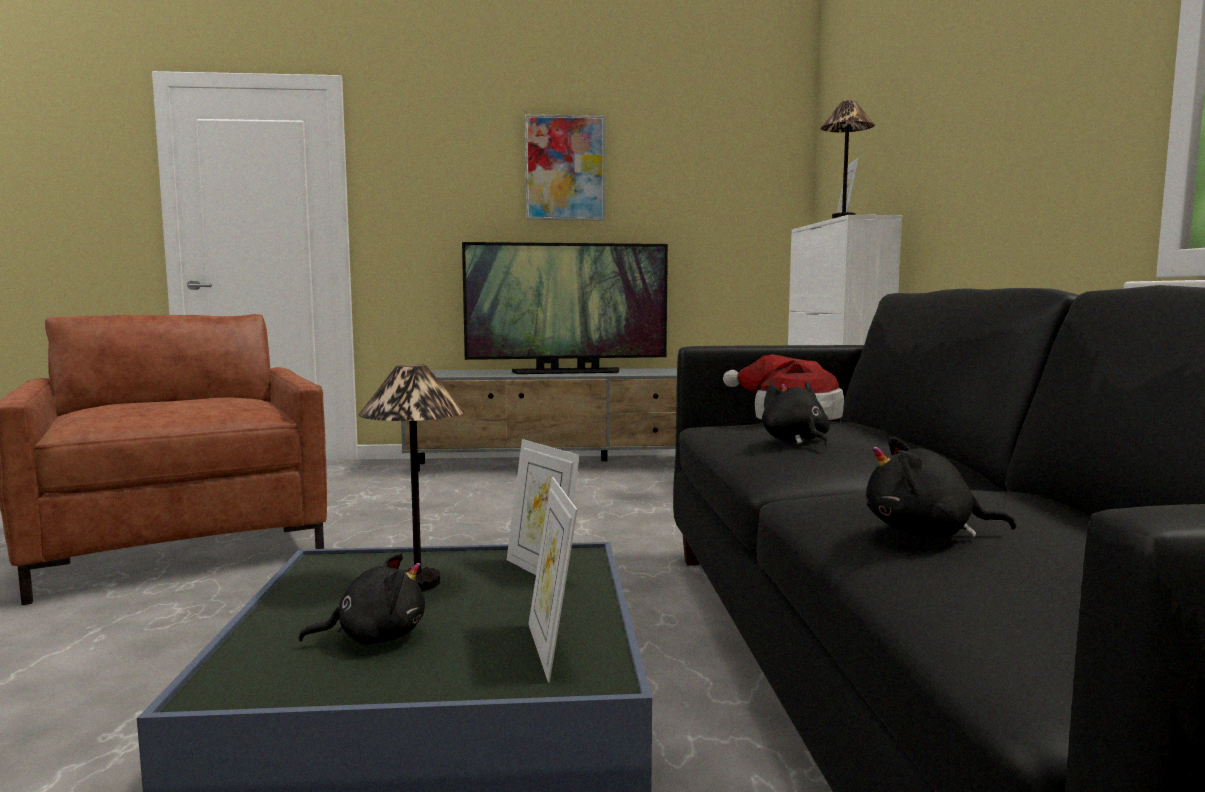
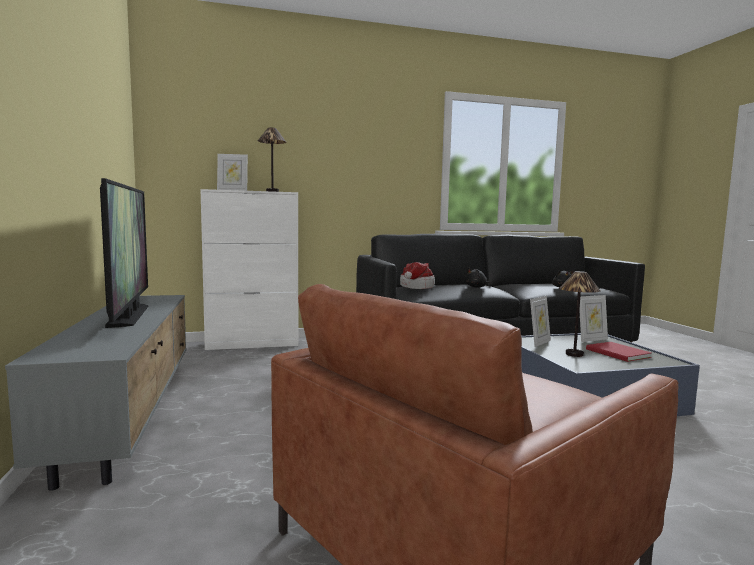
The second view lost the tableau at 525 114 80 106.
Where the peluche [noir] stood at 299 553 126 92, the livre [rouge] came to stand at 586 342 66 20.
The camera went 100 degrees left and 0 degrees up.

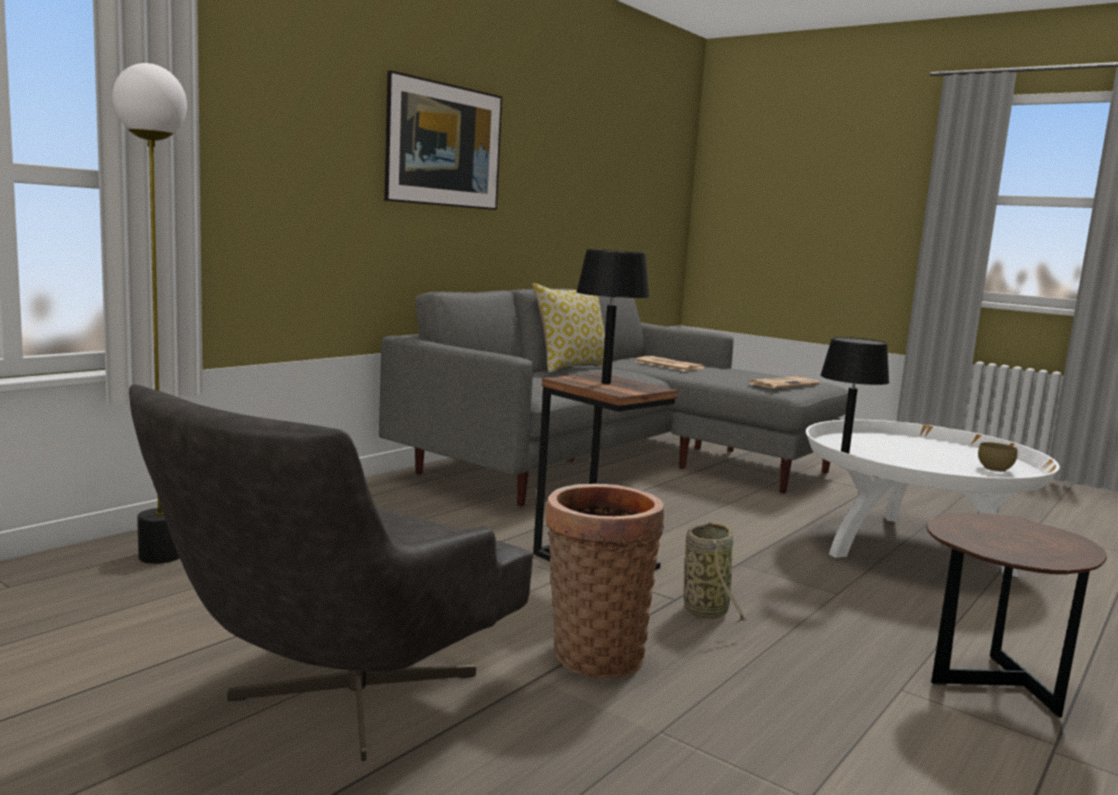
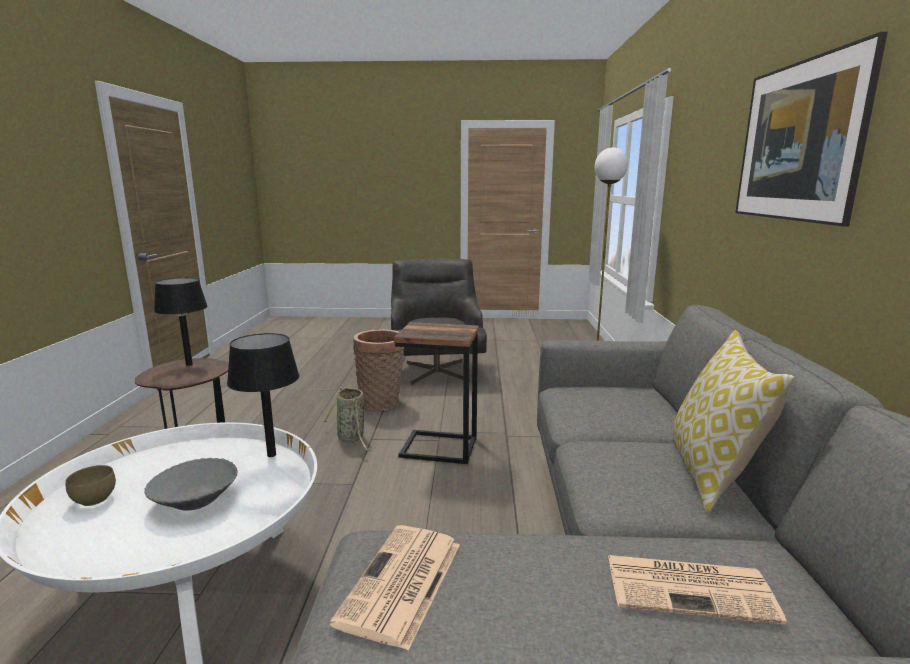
The lampe de table [noir] ended up elsewhere, having gone from 576 249 73 135 to 154 277 54 89.
The second view gained the bol [gris] at 144 458 94 53.
The camera went 145 degrees right and 5 degrees up.

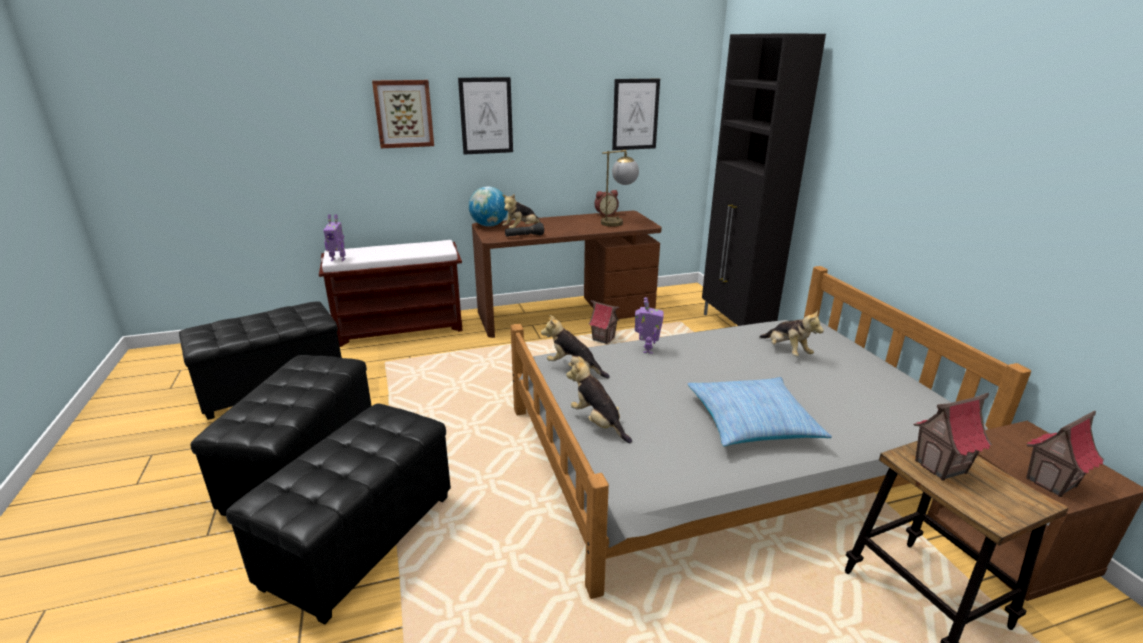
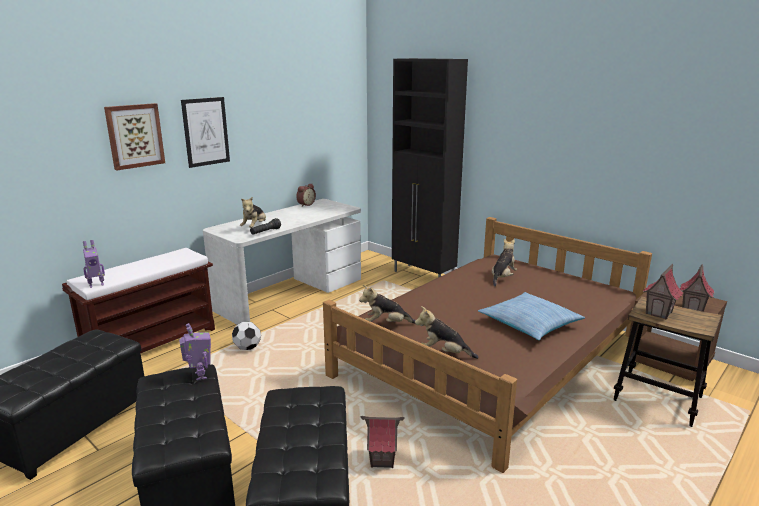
The second view lost the tableau at 612 79 48 71.
The second view lost the lampe de table at 601 150 38 77.
The second view lost the globe at 469 187 39 40.
What was the bureau [marron] at 472 211 190 127 turned into the bureau [blanc] at 203 199 158 126.
What was the lit [gris] at 511 266 520 333 turned into the lit [marron] at 323 217 329 256.
The robot jouet ended up elsewhere, having gone from 635 297 29 57 to 179 323 32 58.
The maison miniature ended up elsewhere, having gone from 589 300 30 44 to 361 416 44 52.
The peluche at 760 310 64 46 ended up facing another way, 90 degrees counterclockwise from before.
The second view gained the ballon de foot at 232 322 29 28.
The camera went 30 degrees left and 5 degrees down.

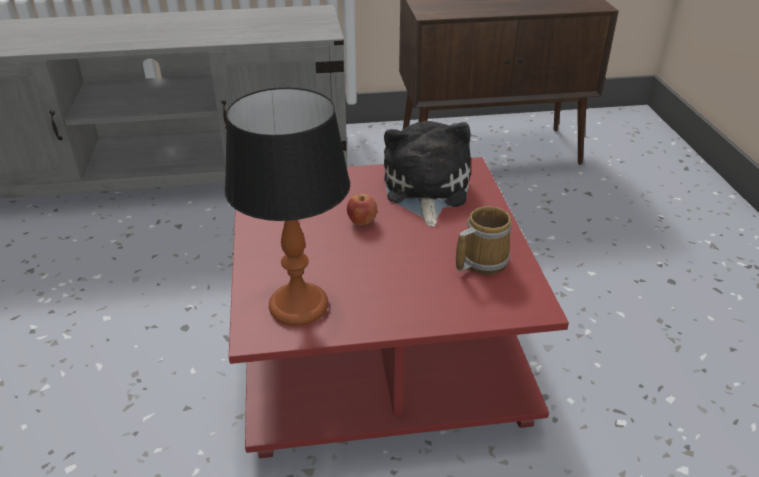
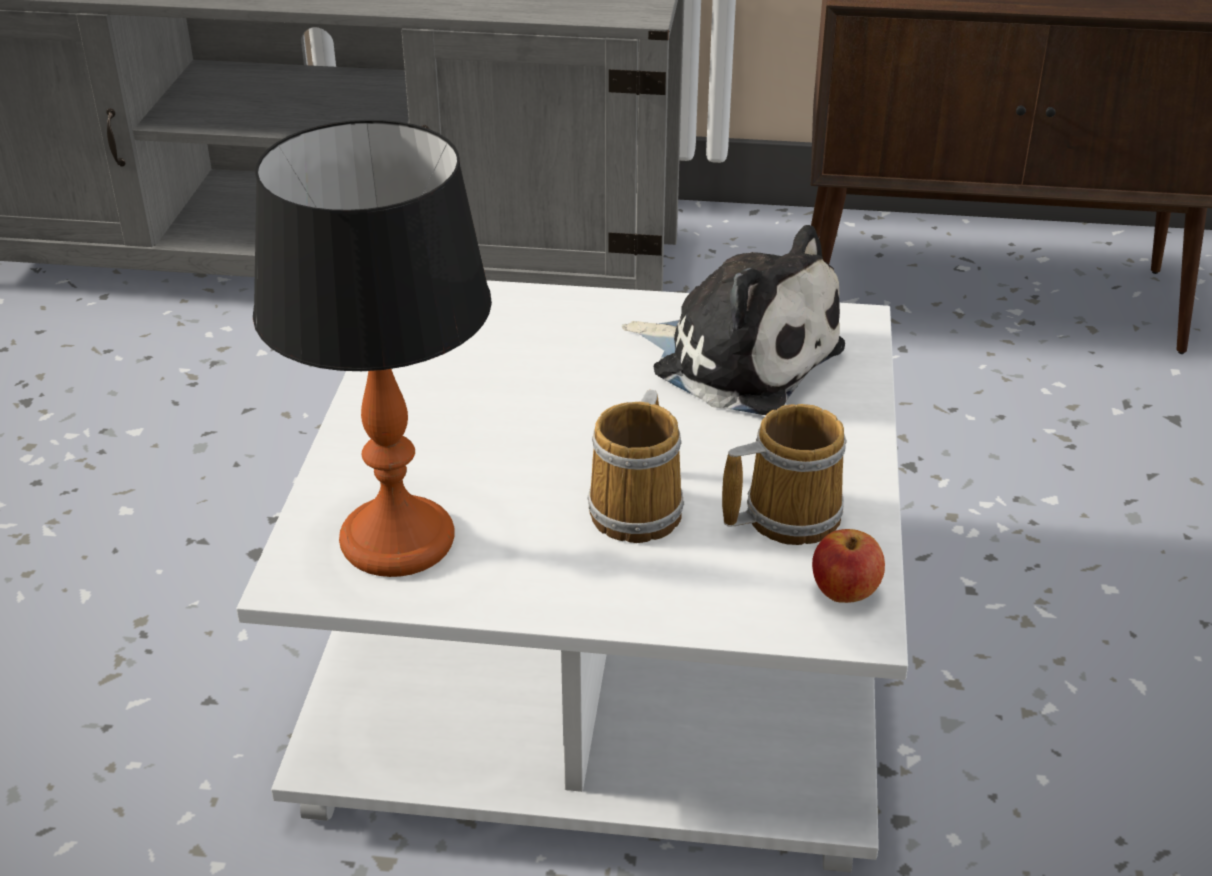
The peluche at 384 121 87 106 ended up facing another way, 105 degrees clockwise from before.
What was the table basse [rouge] at 229 157 340 301 turned into the table basse [blanc] at 236 280 672 592.
The pomme ended up elsewhere, having gone from 347 194 30 32 to 812 529 73 74.
The second view gained the mug at 587 390 97 153.
The camera went 15 degrees right and 0 degrees up.

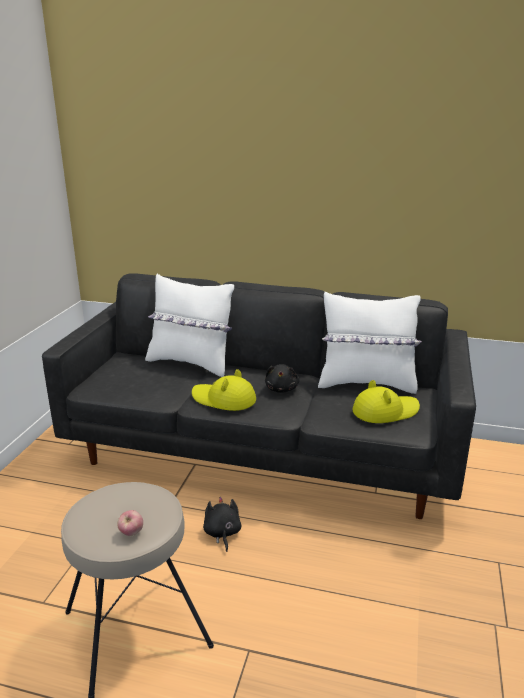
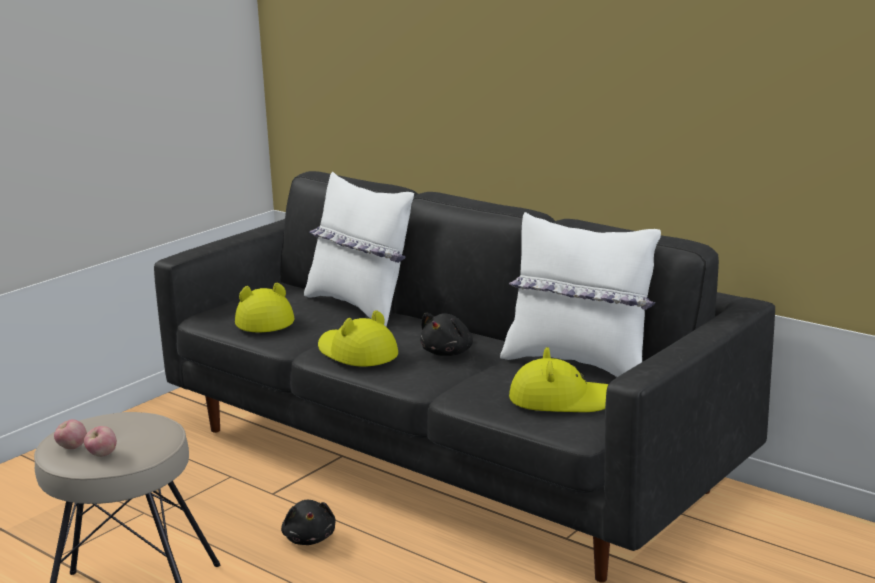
The peluche [noir] at 203 497 38 55 ended up facing another way, 150 degrees clockwise from before.
The second view gained the chapeau [jaune] at 235 283 59 49.
The second view gained the pomme at 54 419 33 30.
The camera went 25 degrees right and 5 degrees down.

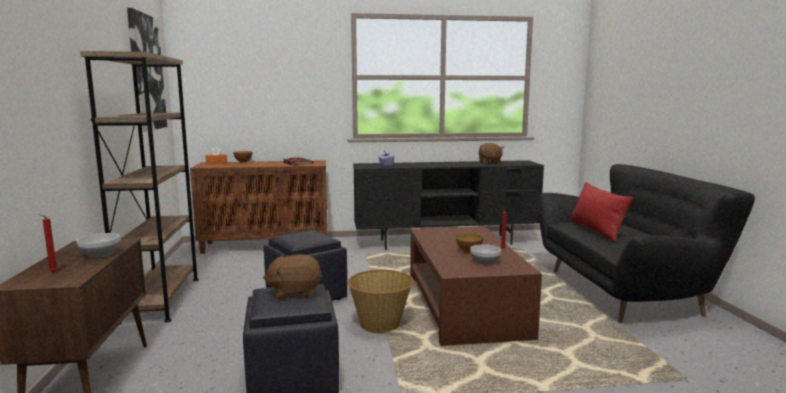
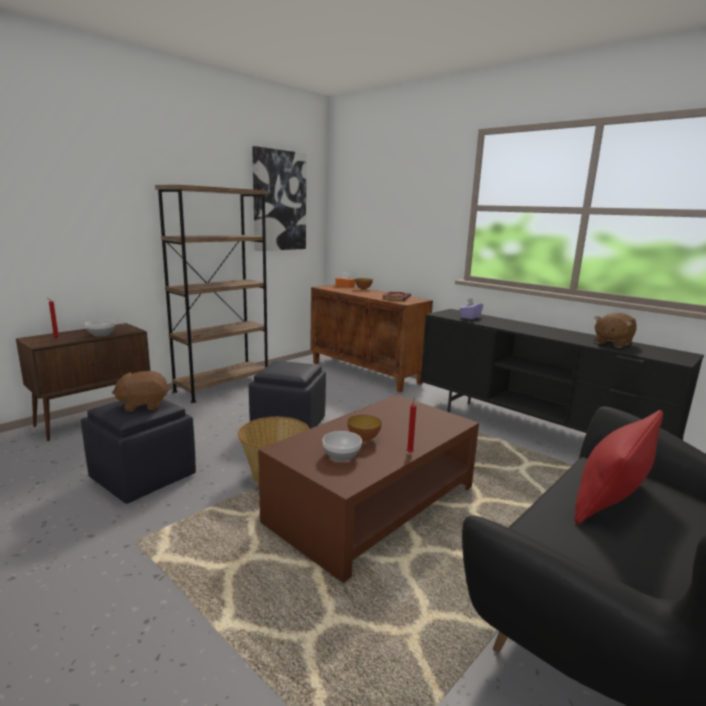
The peluche [marron] at 263 255 60 44 ended up facing another way, 60 degrees counterclockwise from before.
The camera went 50 degrees right and 5 degrees up.

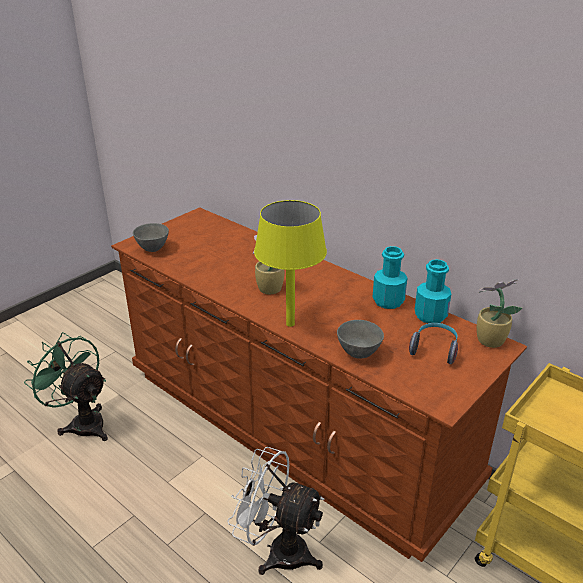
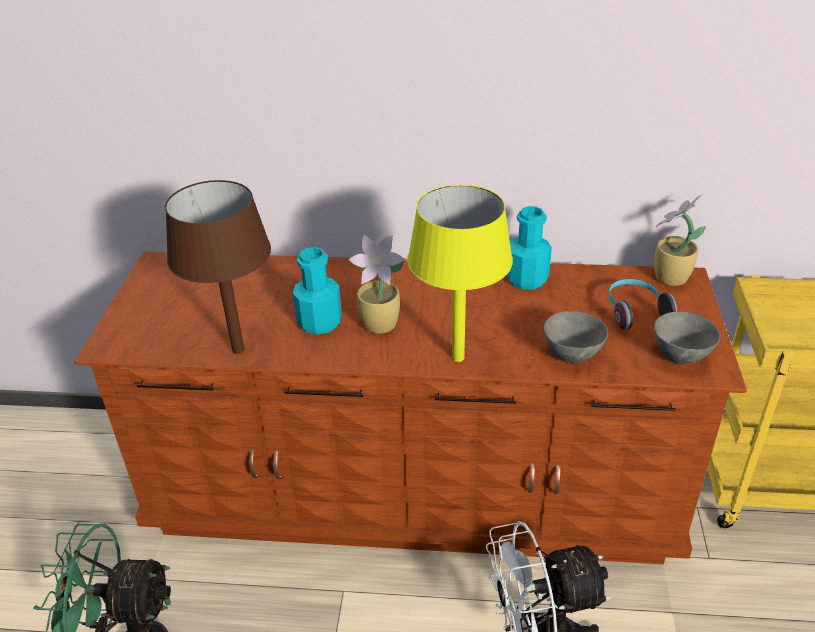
The bol [gris] ended up elsewhere, having gone from 133 223 36 29 to 654 311 66 53.
The bouteille [turquoise] ended up elsewhere, having gone from 415 259 36 64 to 293 247 49 88.
The second view gained the lampe de table [marron] at 165 180 106 174.
The camera went 35 degrees left and 5 degrees up.

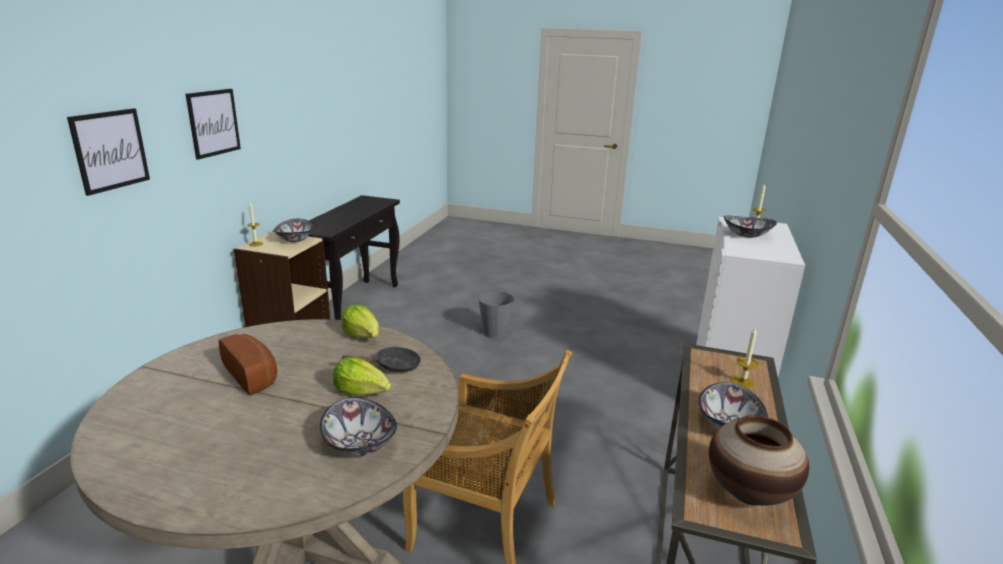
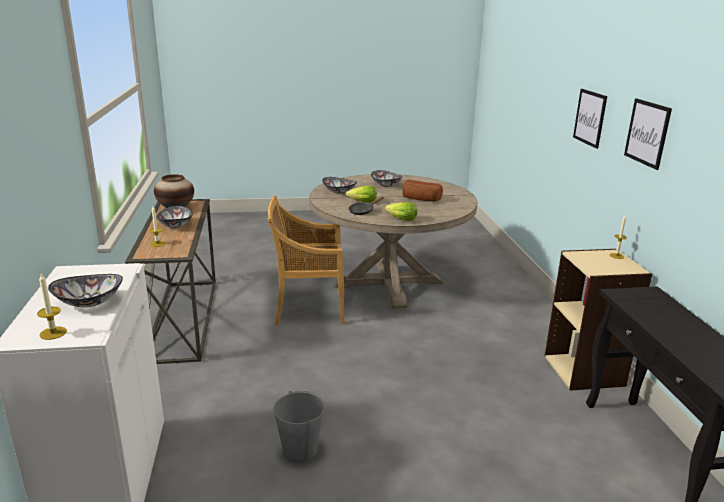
The bol ended up elsewhere, having gone from 274 219 40 23 to 371 170 31 17.
The seau [gris] ended up elsewhere, having gone from 478 289 36 49 to 273 391 52 71.
The camera went 155 degrees right and 0 degrees up.

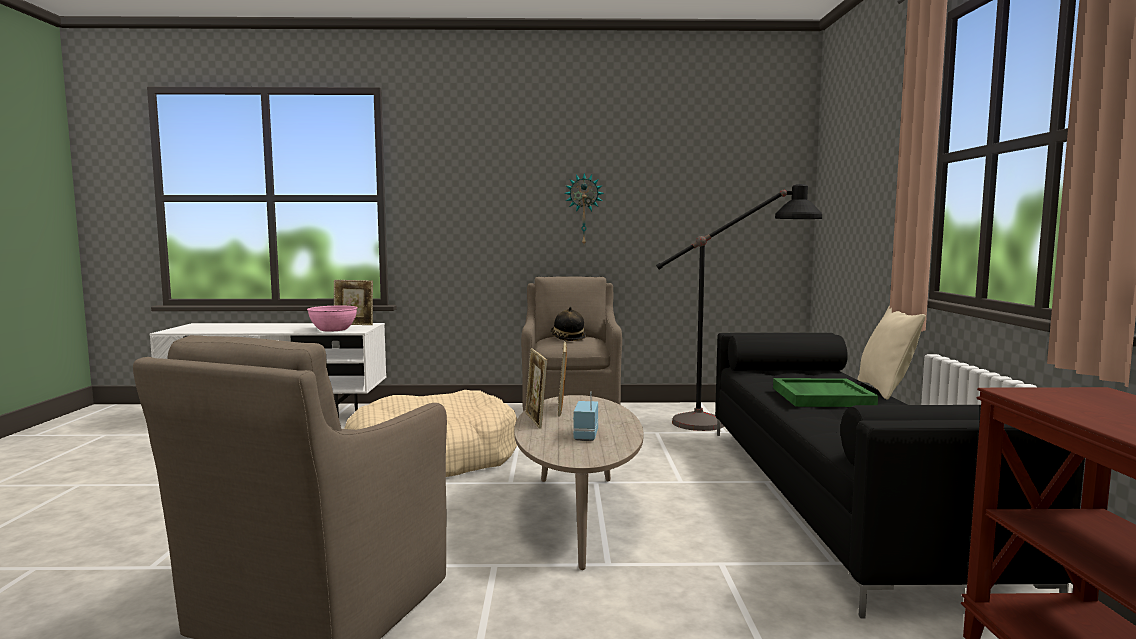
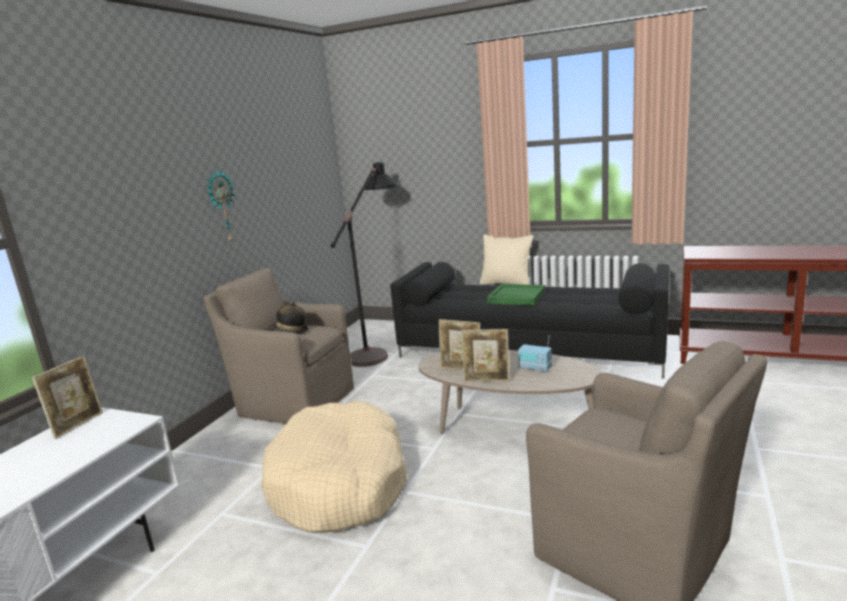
The second view lost the bol [rose] at 307 306 51 25.
The camera went 65 degrees left and 10 degrees up.

